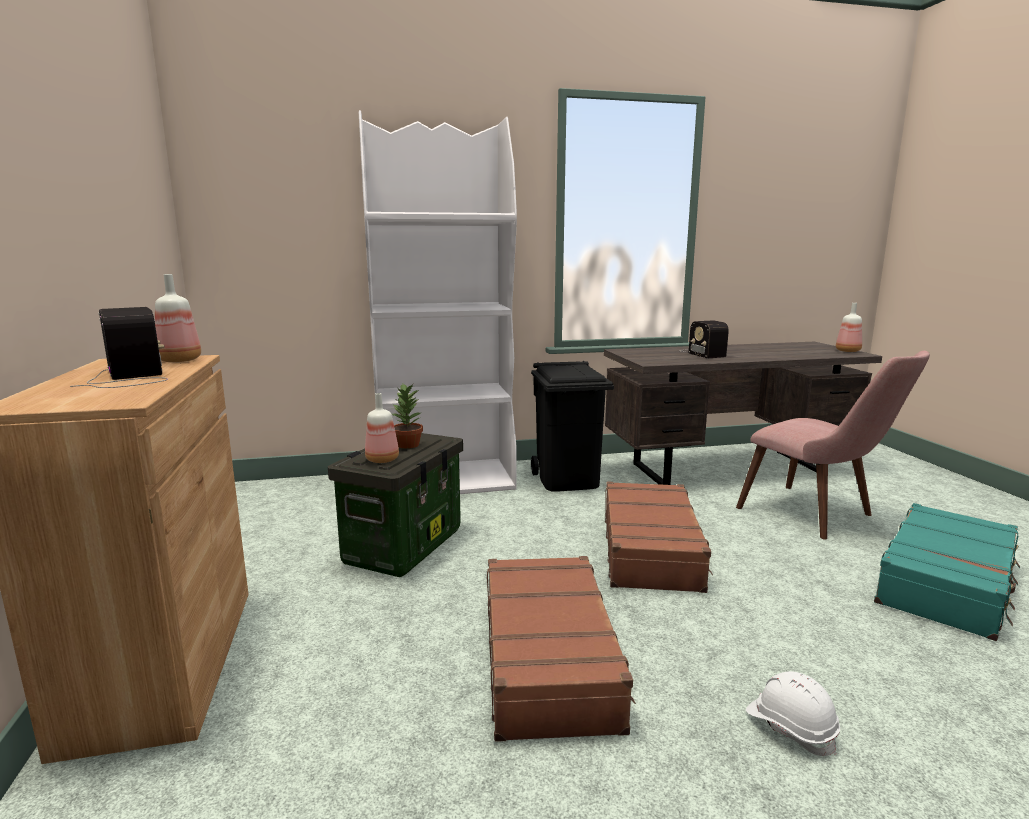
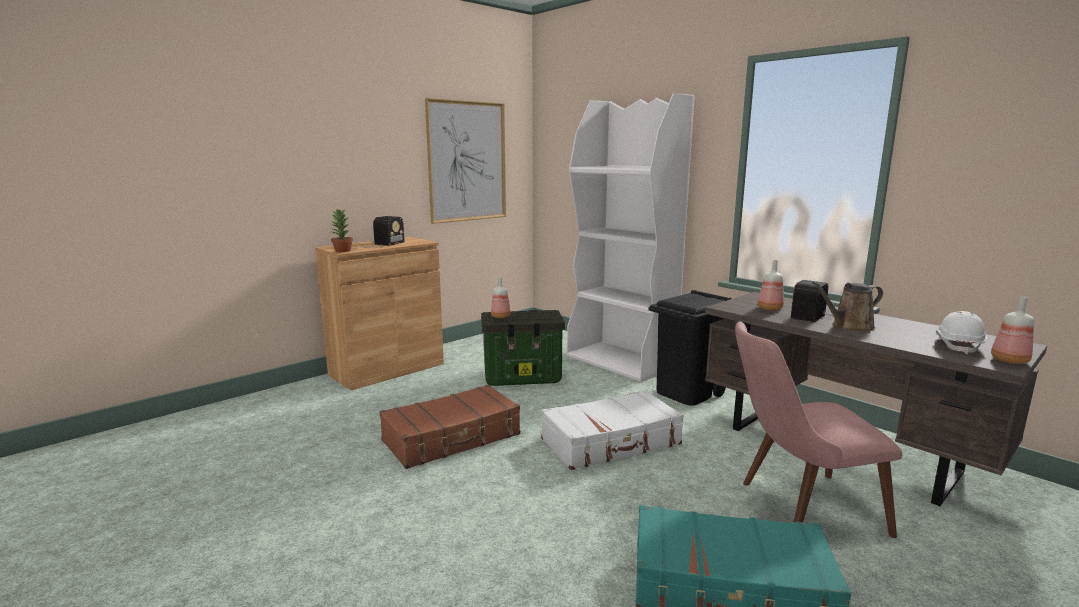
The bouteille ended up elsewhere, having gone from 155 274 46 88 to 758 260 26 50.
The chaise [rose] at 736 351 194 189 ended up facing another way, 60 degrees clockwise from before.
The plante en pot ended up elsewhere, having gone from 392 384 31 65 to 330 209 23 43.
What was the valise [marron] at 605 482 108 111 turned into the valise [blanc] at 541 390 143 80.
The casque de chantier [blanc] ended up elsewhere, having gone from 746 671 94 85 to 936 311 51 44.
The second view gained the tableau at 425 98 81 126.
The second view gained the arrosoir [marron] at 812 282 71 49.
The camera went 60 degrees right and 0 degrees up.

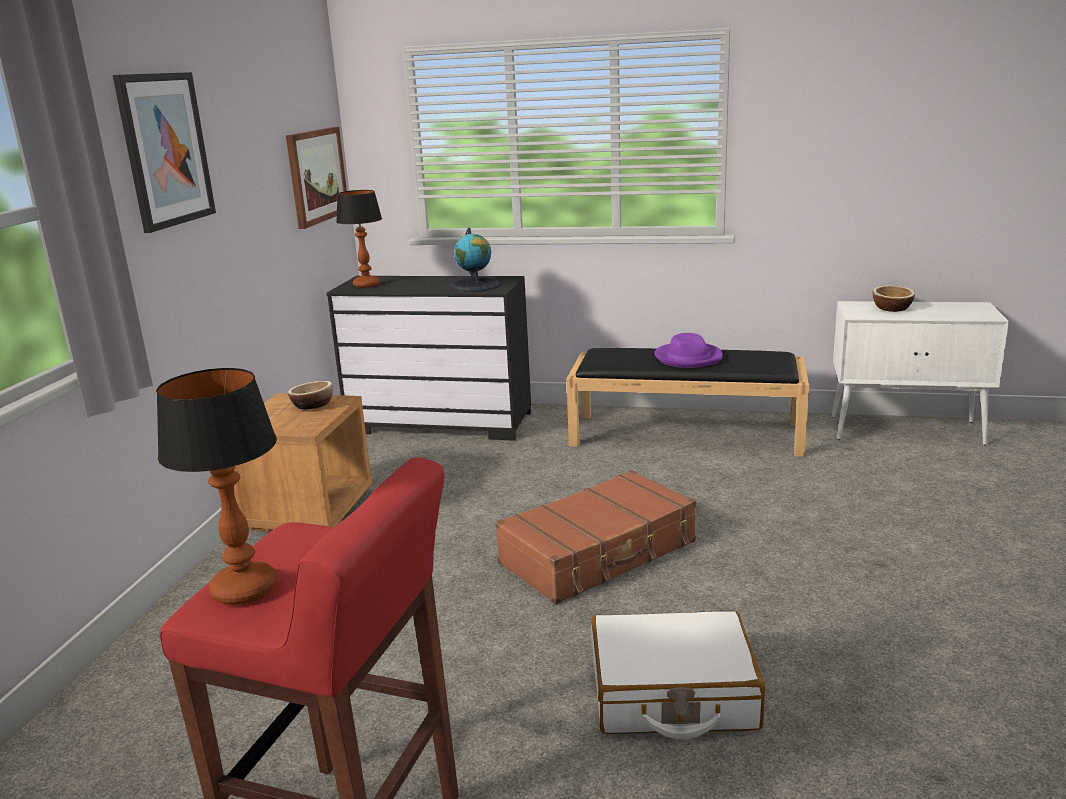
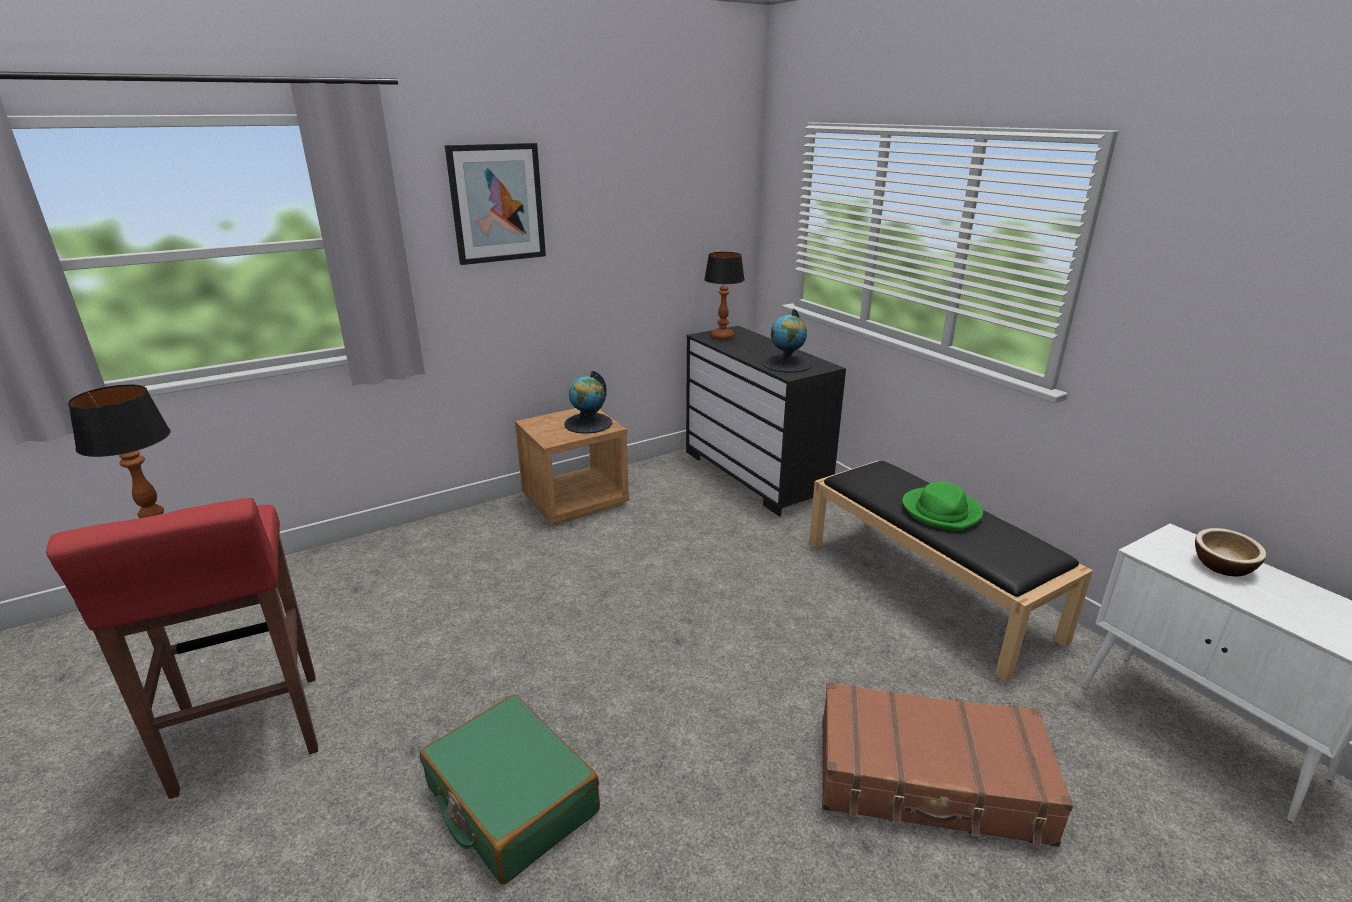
The second view lost the tableau at 286 127 61 102.
What was the chapeau [violet] at 655 333 68 35 turned into the chapeau [vert] at 903 482 80 49.
Where the bol stood at 288 381 45 29, the globe came to stand at 564 371 49 63.
The valise [marron] ended up elsewhere, having gone from 495 470 201 134 to 822 682 252 165.
What was the valise [blanc] at 591 610 174 129 turned into the valise [vert] at 420 694 180 191.
The camera went 45 degrees right and 5 degrees up.

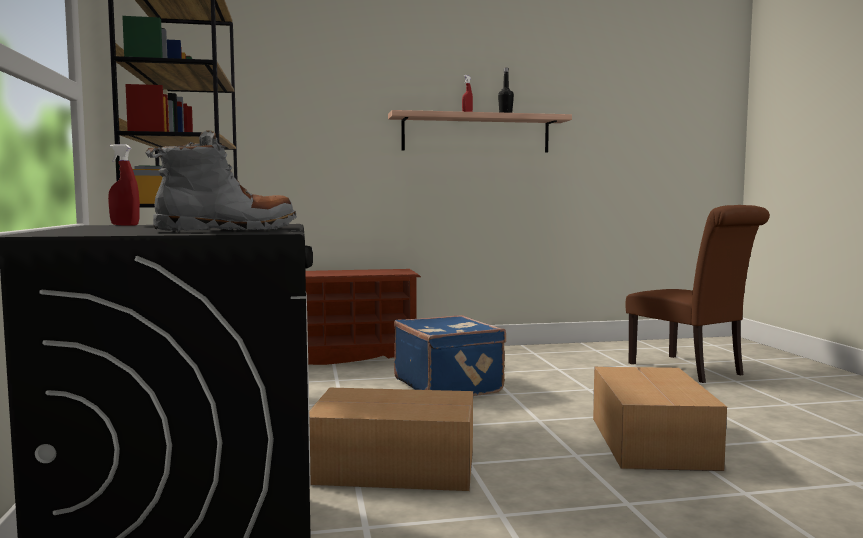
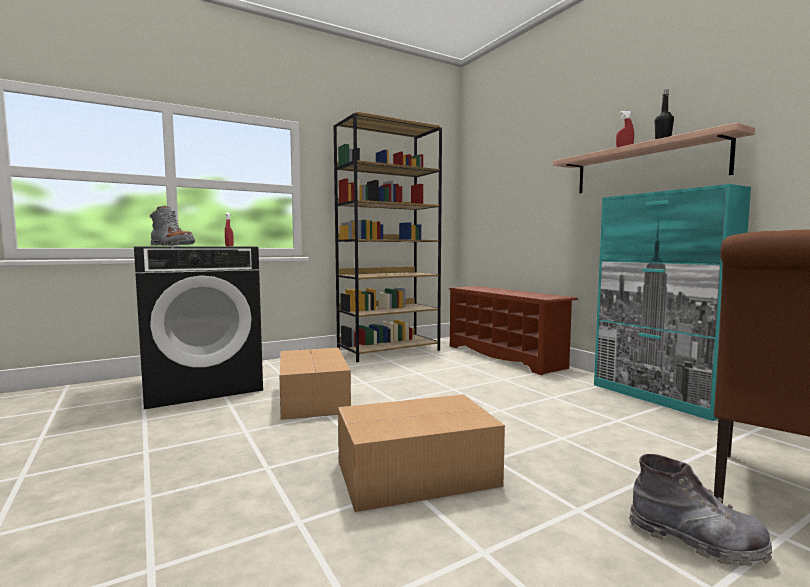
The second view lost the valise [bleu] at 394 315 112 81.
The second view gained the meuble de rangement [turquoise] at 594 184 157 237.
The second view gained the botte [gris] at 629 454 143 112.
The camera went 70 degrees right and 0 degrees up.

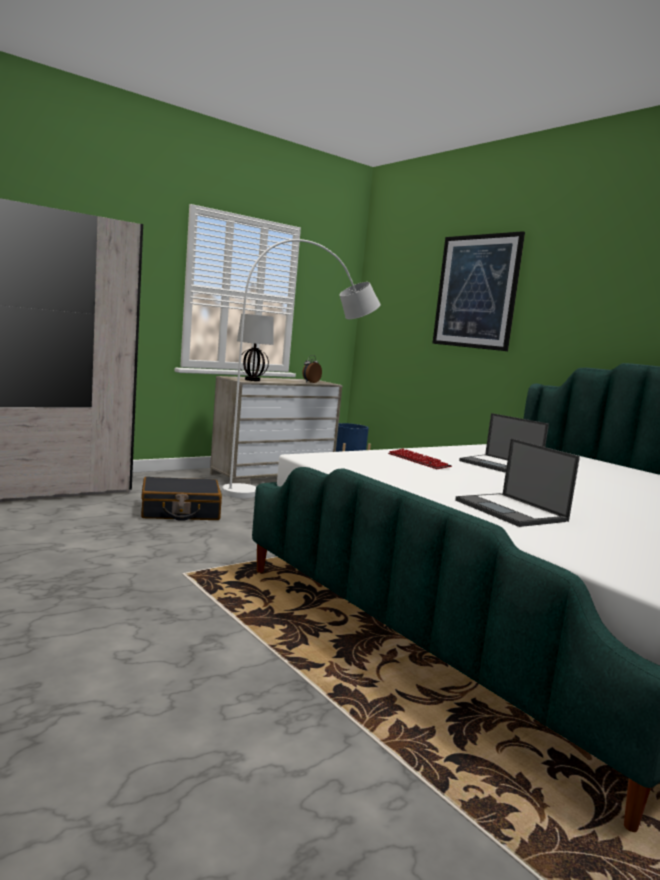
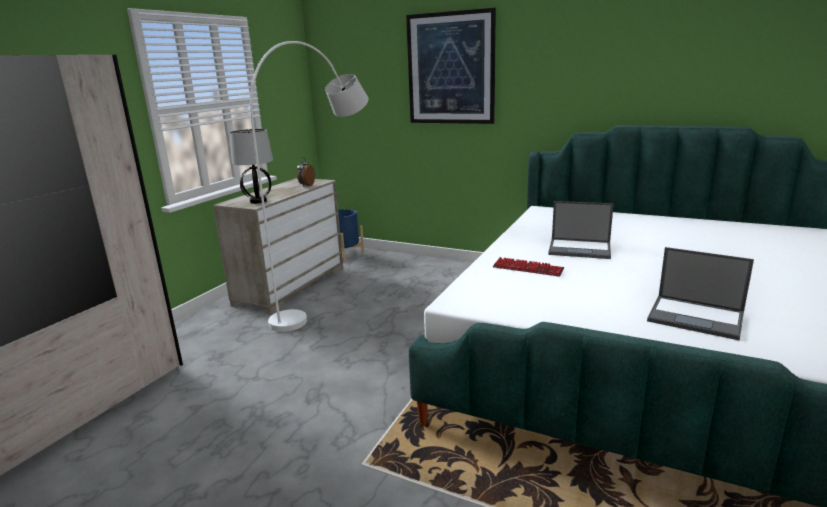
The second view lost the valise [noir] at 141 477 81 44.
The camera went 25 degrees left and 10 degrees up.

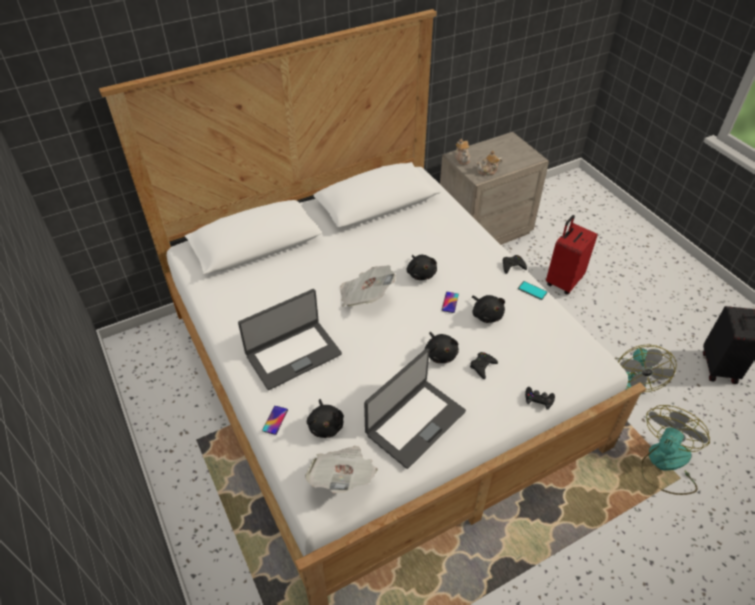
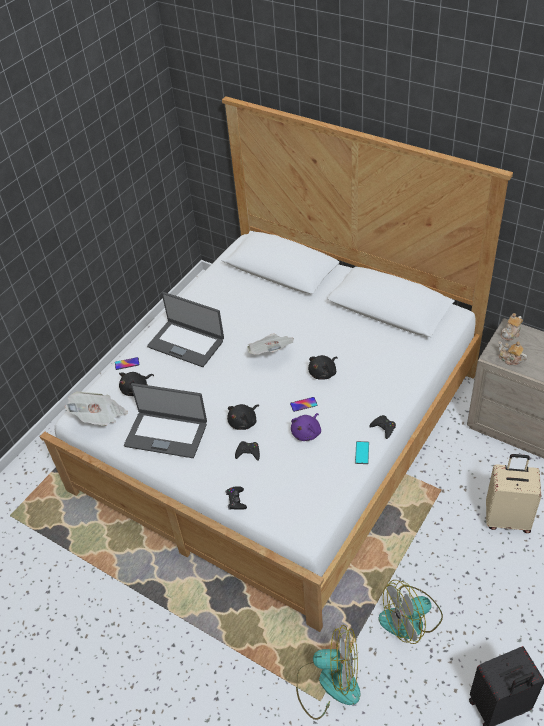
What was the valise [rouge] at 546 215 52 80 turned into the valise [beige] at 486 454 55 79.
What was the peluche [noir] at 472 295 33 28 turned into the peluche [violet] at 291 413 30 28.
The camera went 65 degrees right and 0 degrees up.

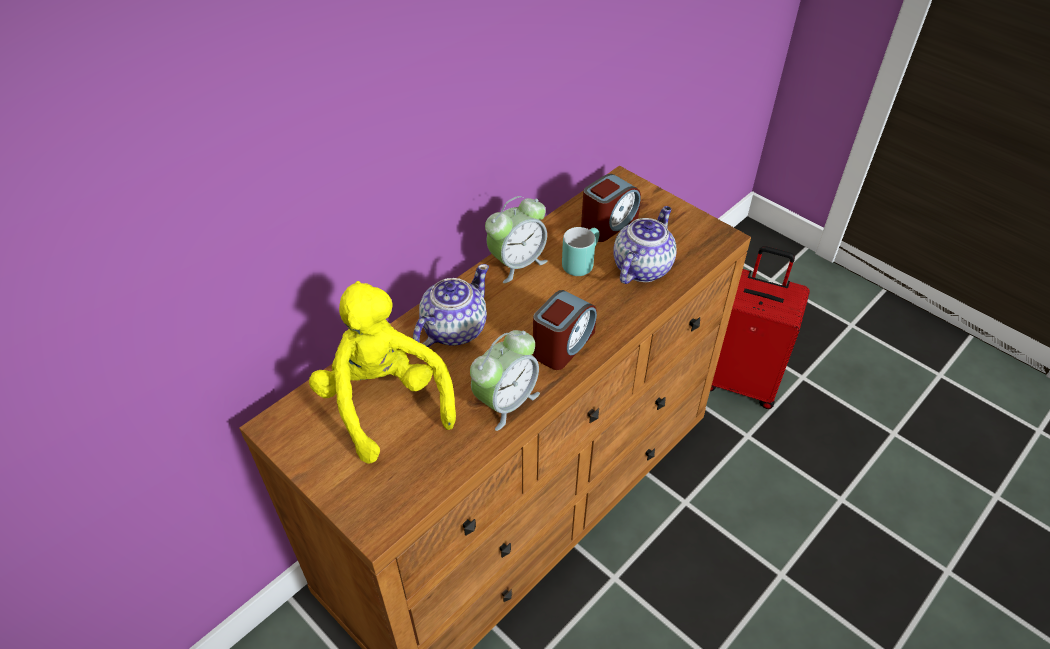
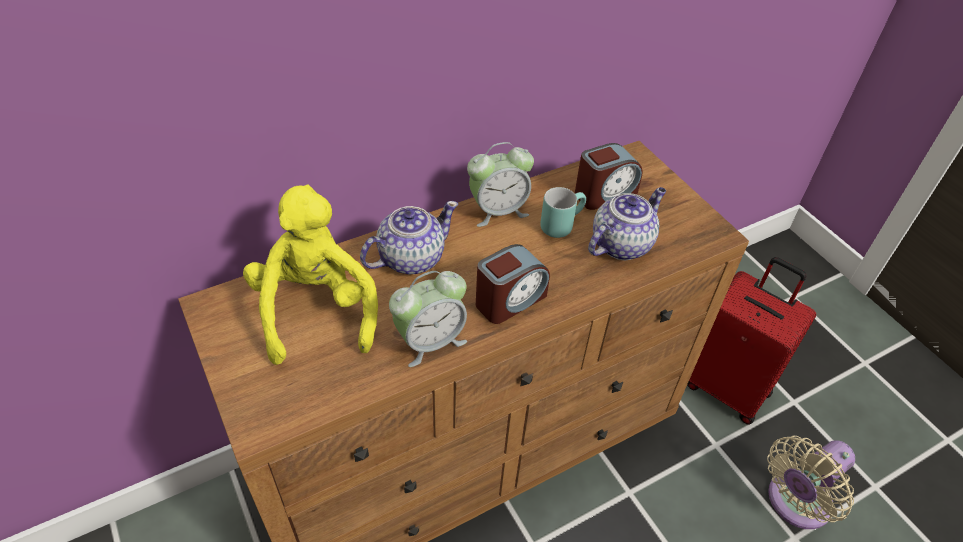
The second view gained the ventilateur [beige] at 767 436 88 93.
The camera went 15 degrees right and 0 degrees up.

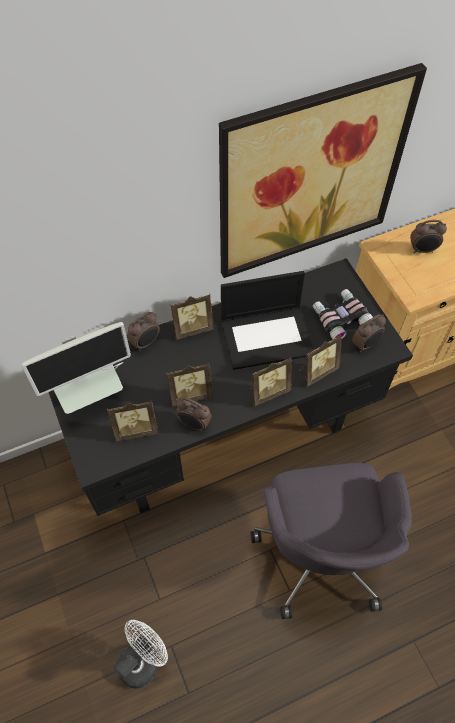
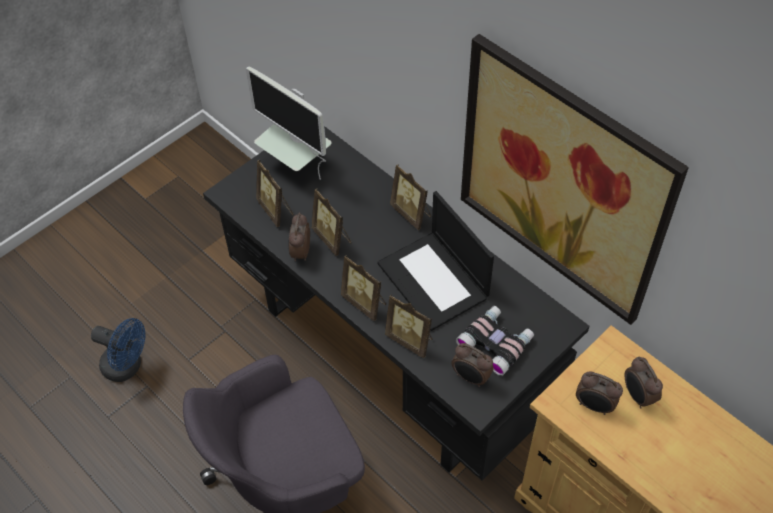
The réveil ended up elsewhere, having gone from 127 312 33 39 to 576 371 47 44.
What was the ventilateur [blanc] at 114 620 54 69 turned into the ventilateur [bleu] at 91 318 55 64.
The camera went 70 degrees right and 5 degrees down.

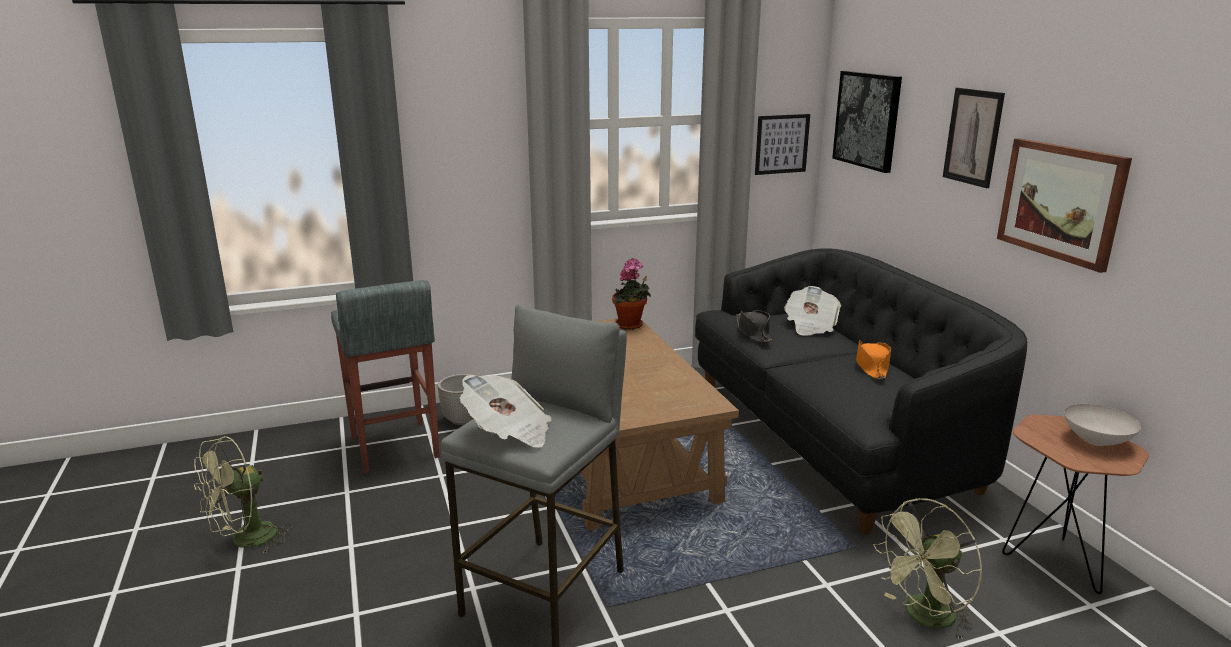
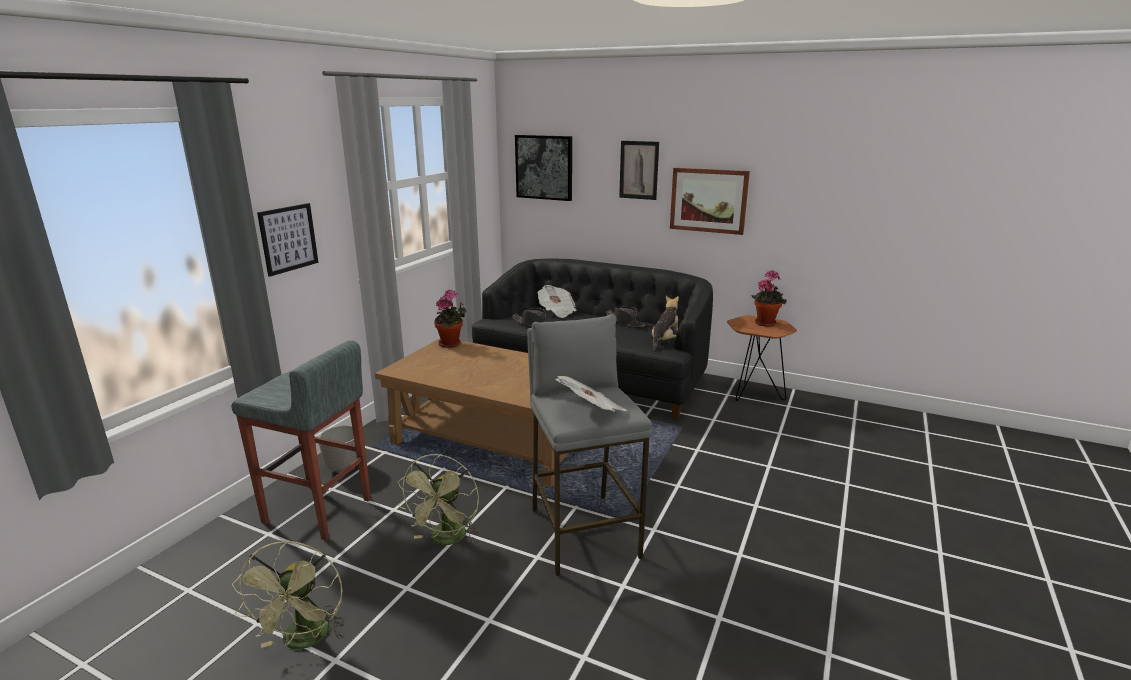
The tableau ended up elsewhere, having gone from 755 114 55 61 to 257 203 62 74.
What was the chapeau [orange] at 856 340 35 39 turned into the chapeau [noir] at 606 306 39 21.
Where the bol [blanc] stood at 1064 404 77 42, the plante en pot came to stand at 751 270 36 57.
The ventilateur [vert] ended up elsewhere, having gone from 873 498 109 142 to 398 454 81 91.
The second view gained the peluche at 652 296 27 54.
The camera went 45 degrees left and 0 degrees up.

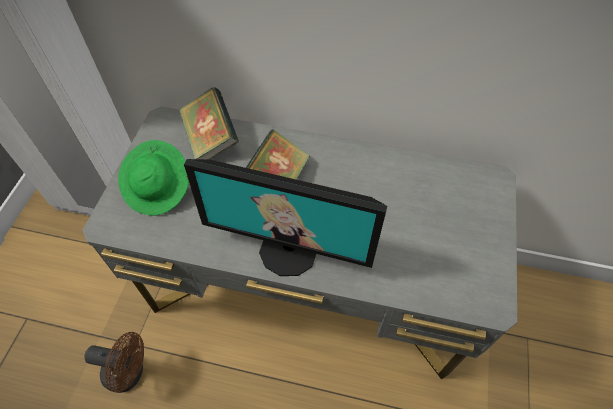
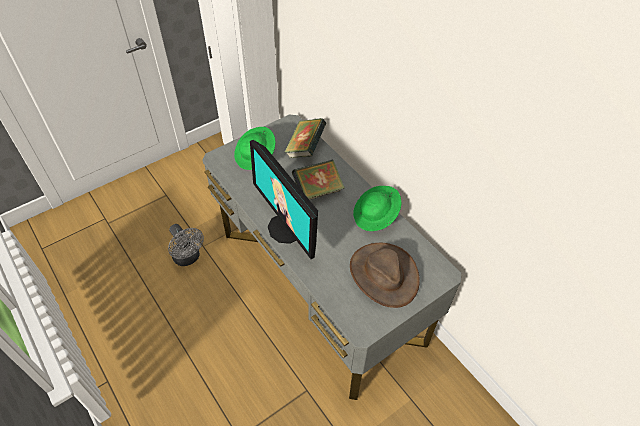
What was the ventilateur [marron] at 84 332 60 61 turned into the ventilateur [gris] at 168 224 36 42.
The second view gained the chapeau [vert] at 353 186 48 45.
The second view gained the chapeau [marron] at 350 243 70 65.
The camera went 40 degrees right and 5 degrees down.

